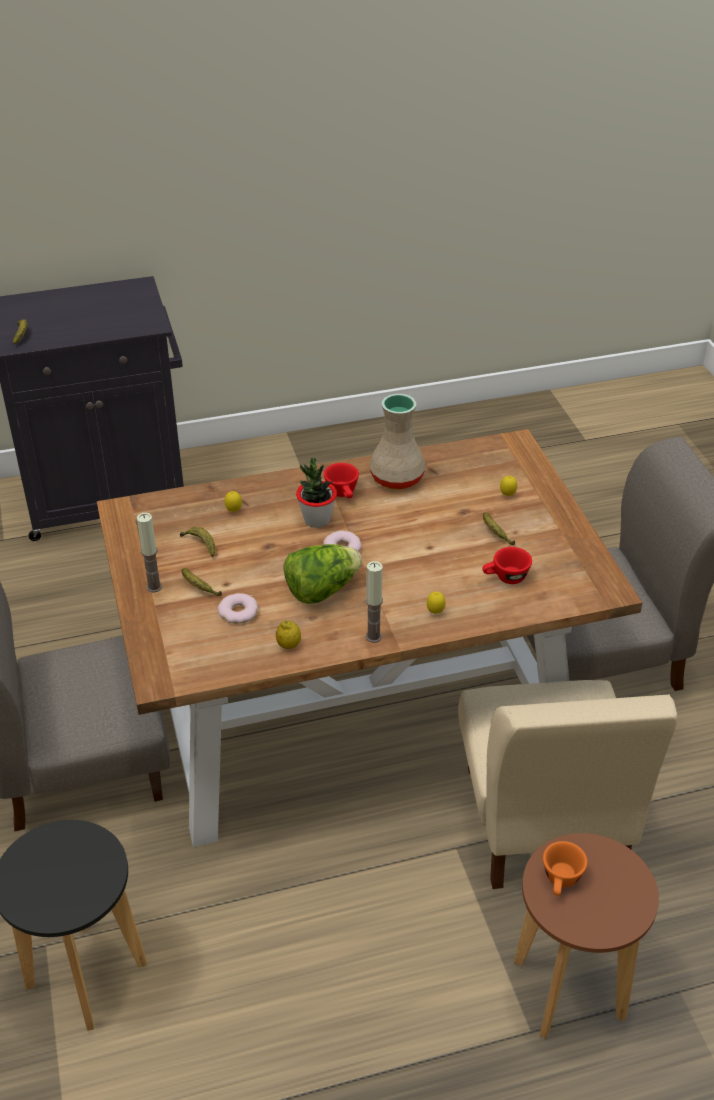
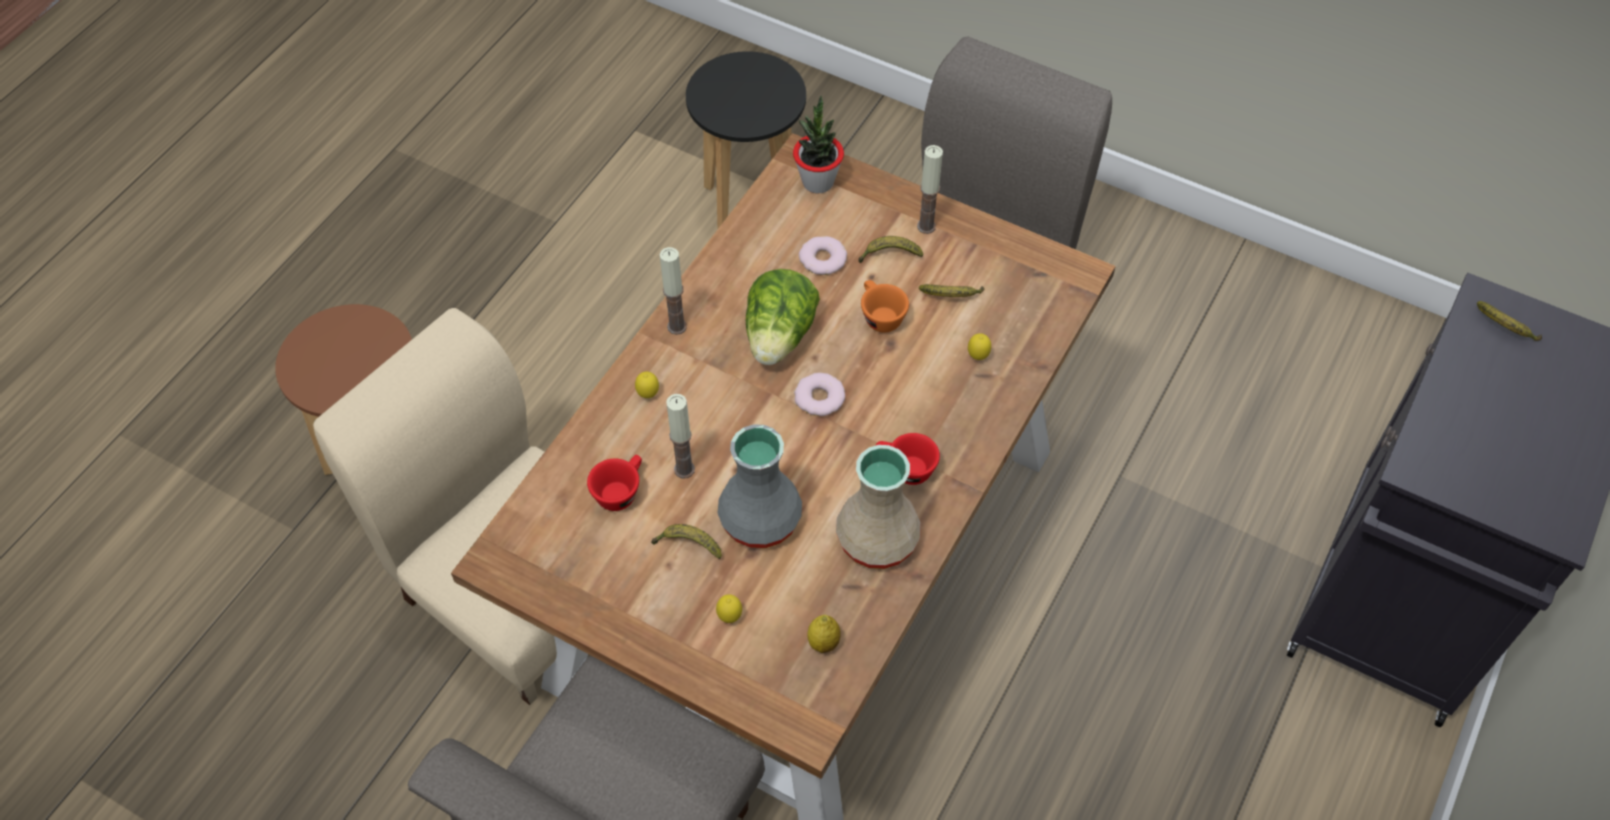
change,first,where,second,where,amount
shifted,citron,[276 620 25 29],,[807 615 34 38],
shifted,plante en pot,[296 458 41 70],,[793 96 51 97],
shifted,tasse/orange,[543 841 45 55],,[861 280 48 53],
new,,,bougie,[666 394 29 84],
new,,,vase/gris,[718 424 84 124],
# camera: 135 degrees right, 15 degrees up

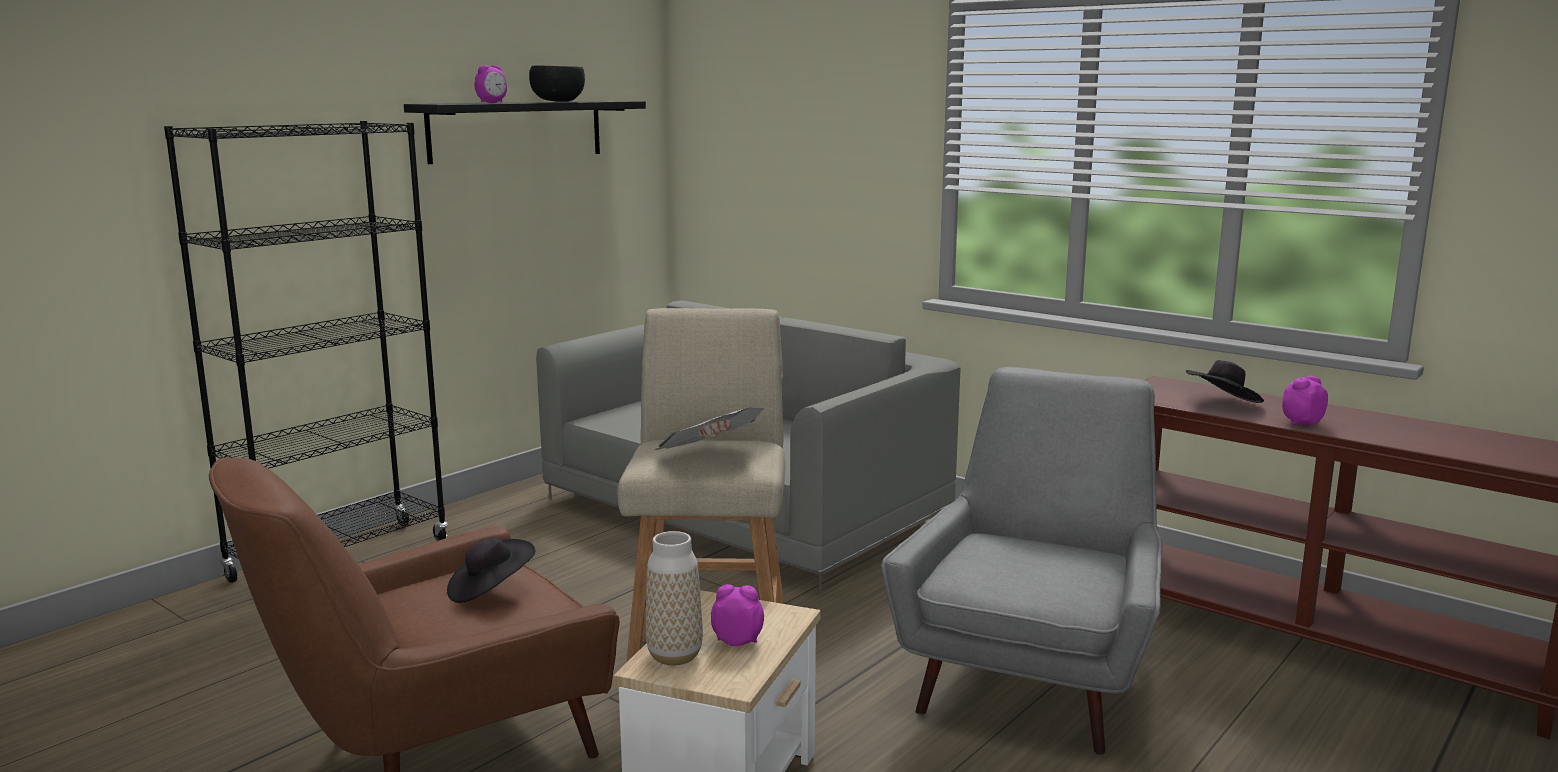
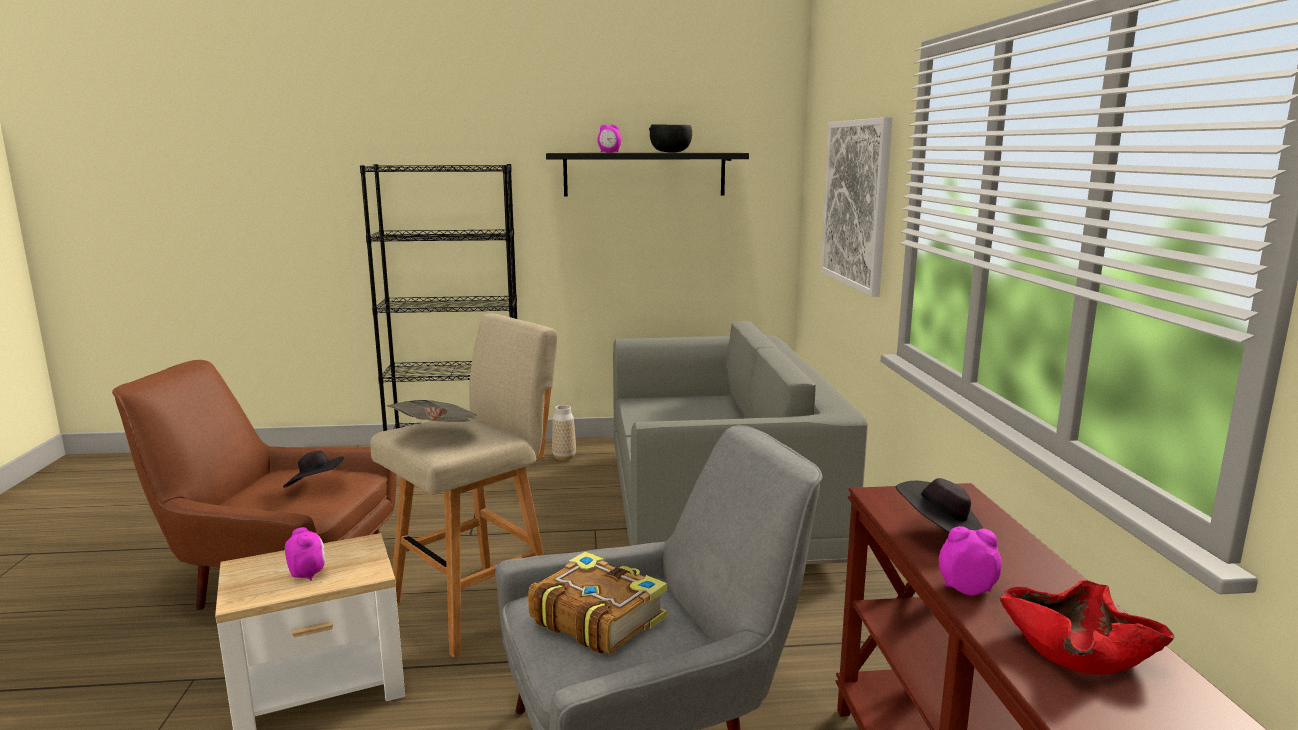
change,first,where,second,where,amount
shifted,vase,[646 531 57 134],,[552 405 24 56],
new,,,livre,[528 551 139 103],
new,,,tableau,[821 117 71 180],
new,,,bol/rouge,[1000 580 174 94],
# camera: 45 degrees right, 0 degrees up

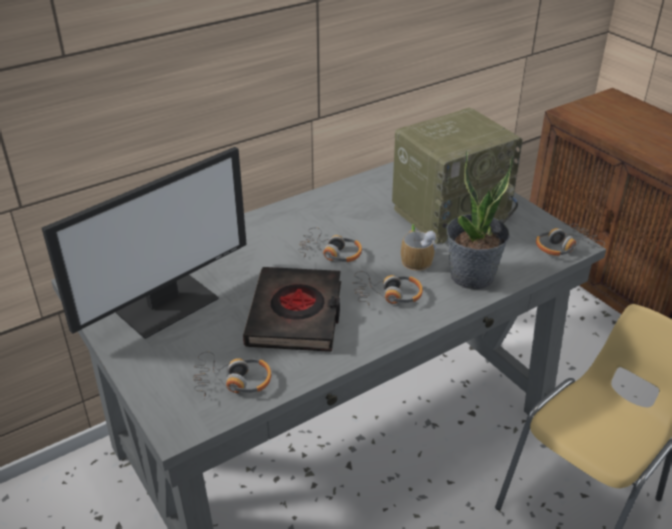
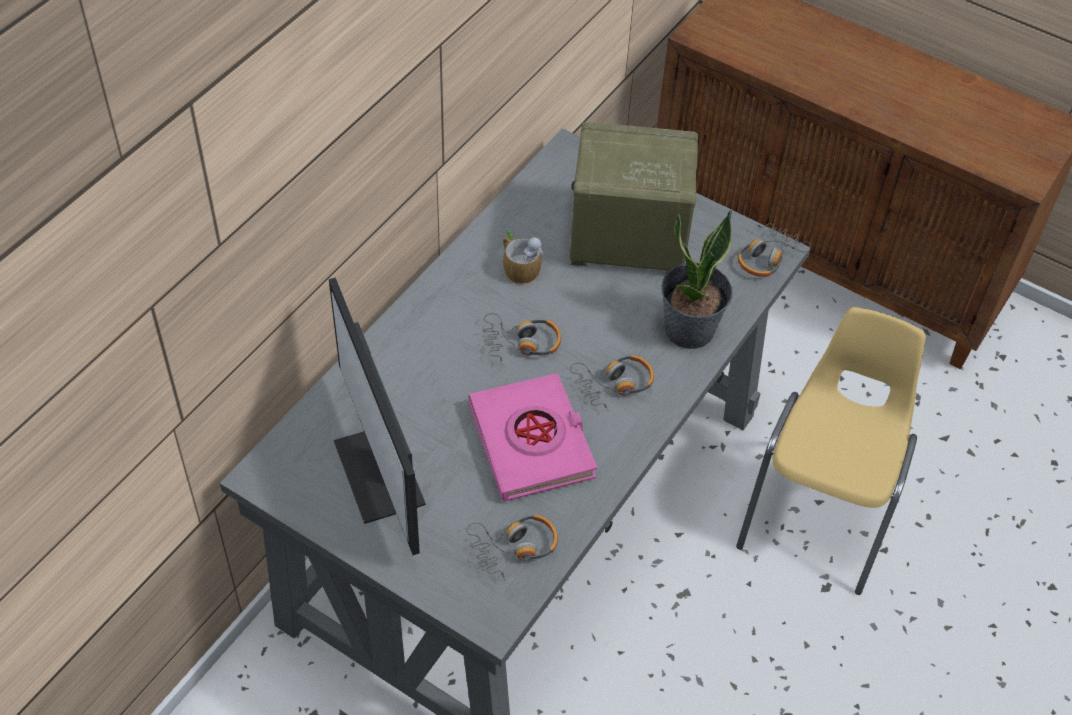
change,first,where,second,where,amount
rotated,écran d'ordinateur,[42 147 205 192],,[329 278 97 277],135 degrees clockwise
repainted,livre/noir,[243 267 98 85],livre/rose,[468 373 129 128],
rotated,radio,[392 108 131 136],,[570 122 128 152],120 degrees counterclockwise
shifted,mug,[401 224 36 47],,[503 230 40 55],
# camera: 25 degrees left, 15 degrees up

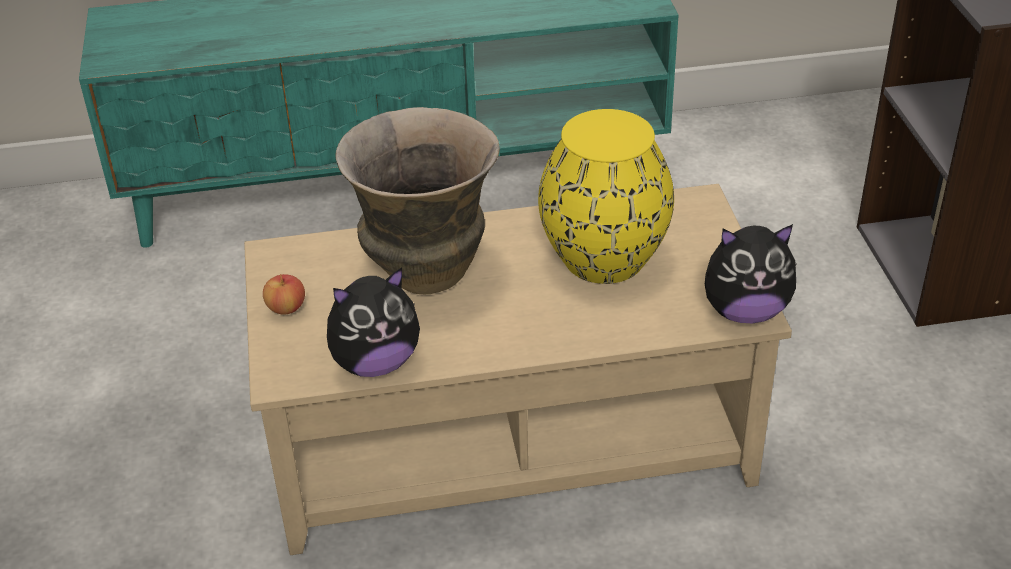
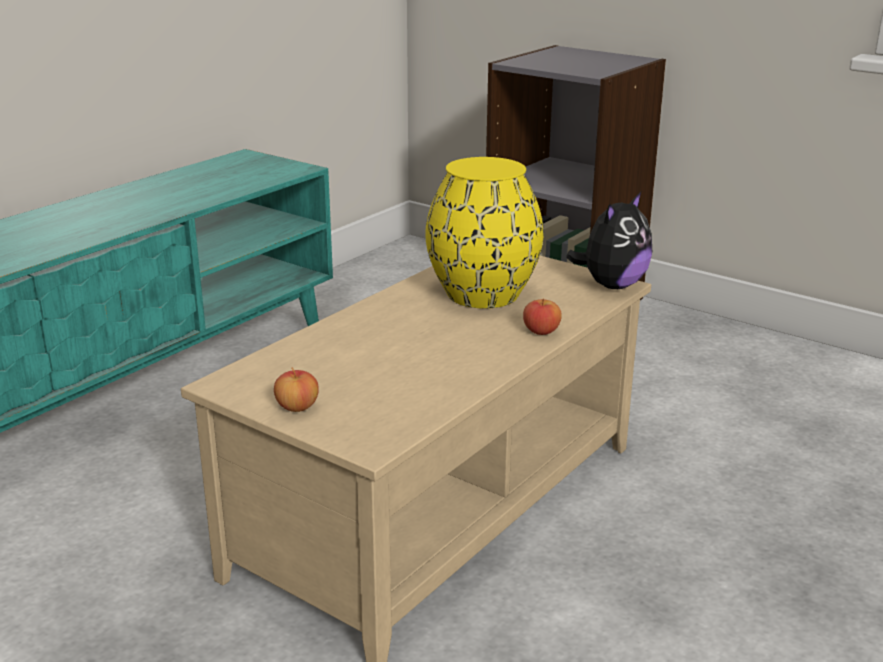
change,first,where,second,where,amount
gone,peluche,[327 267 93 110],,,
gone,vase,[336 107 164 187],,,
new,,,pomme,[523 298 39 37],
# camera: 45 degrees left, 15 degrees down

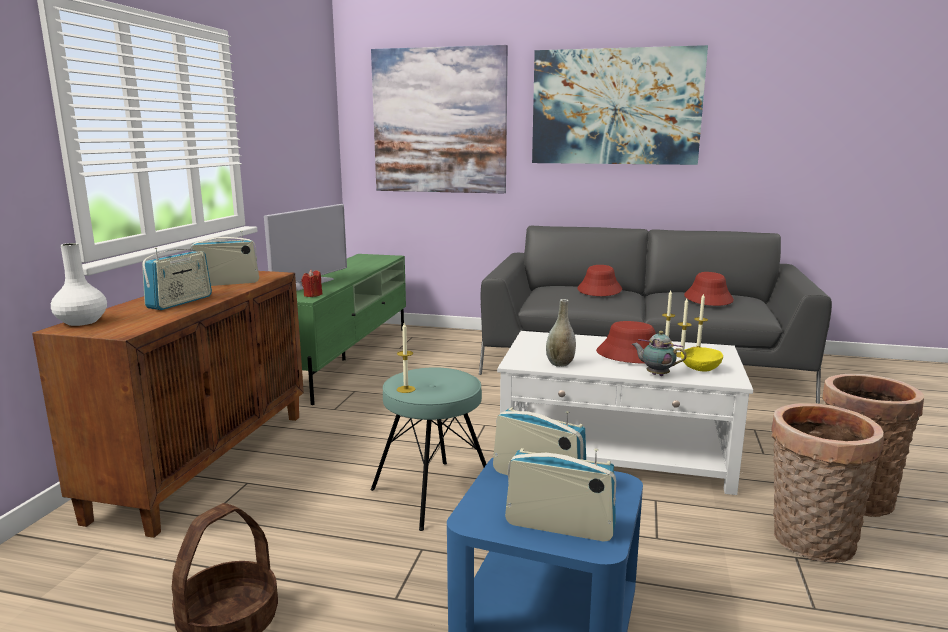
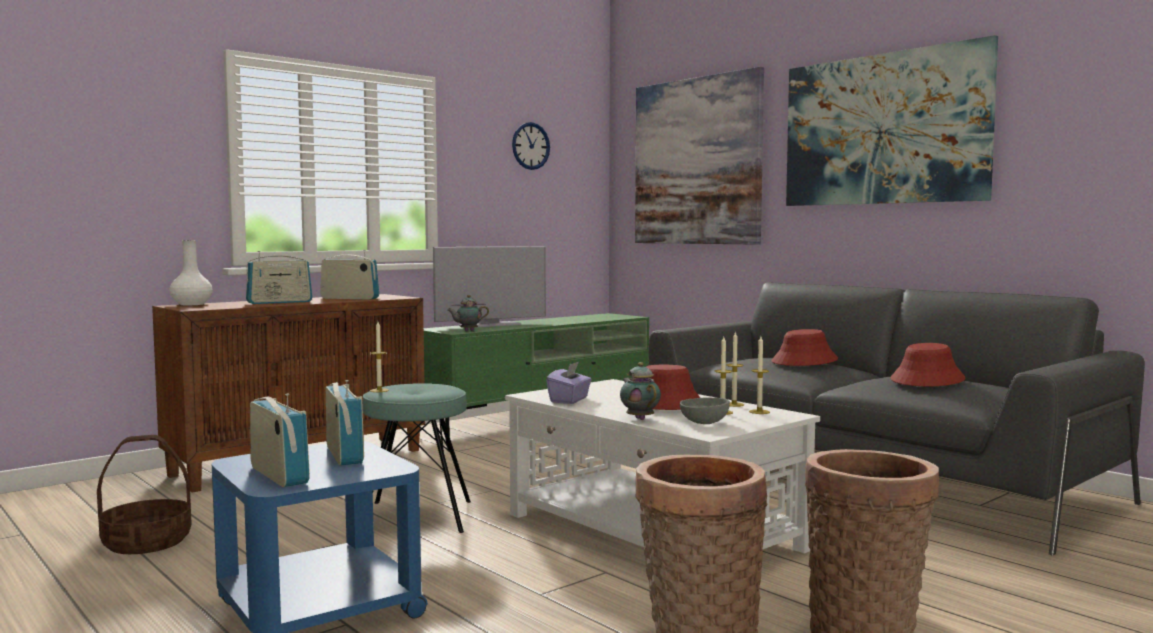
change,first,where,second,where,amount
swapped,bougie/rouge,[301 270 21 27],théière,[447 295 42 36],
swapped,vase/gris,[546 299 30 68],boîte à mouchoirs/violet,[546 362 46 42],
repainted,bol/jaune,[681 347 42 24],bol/gris,[680 397 50 27],
new,,,horloge murale,[512 122 38 48],
# camera: 35 degrees right, 10 degrees down

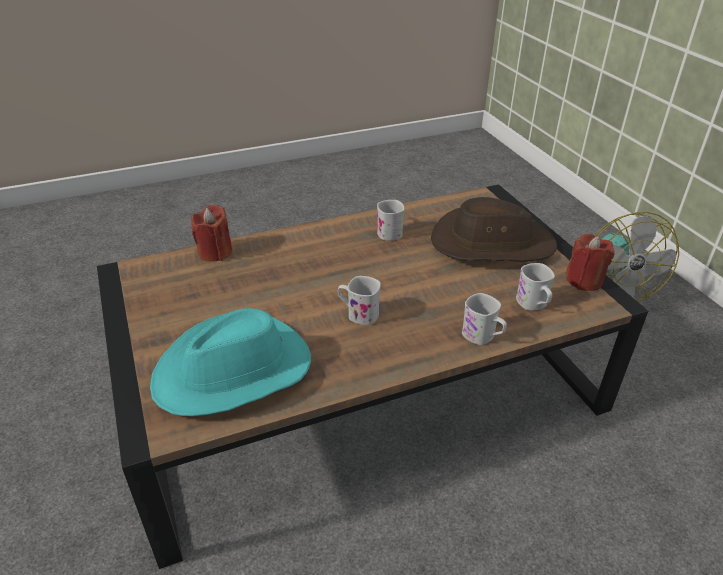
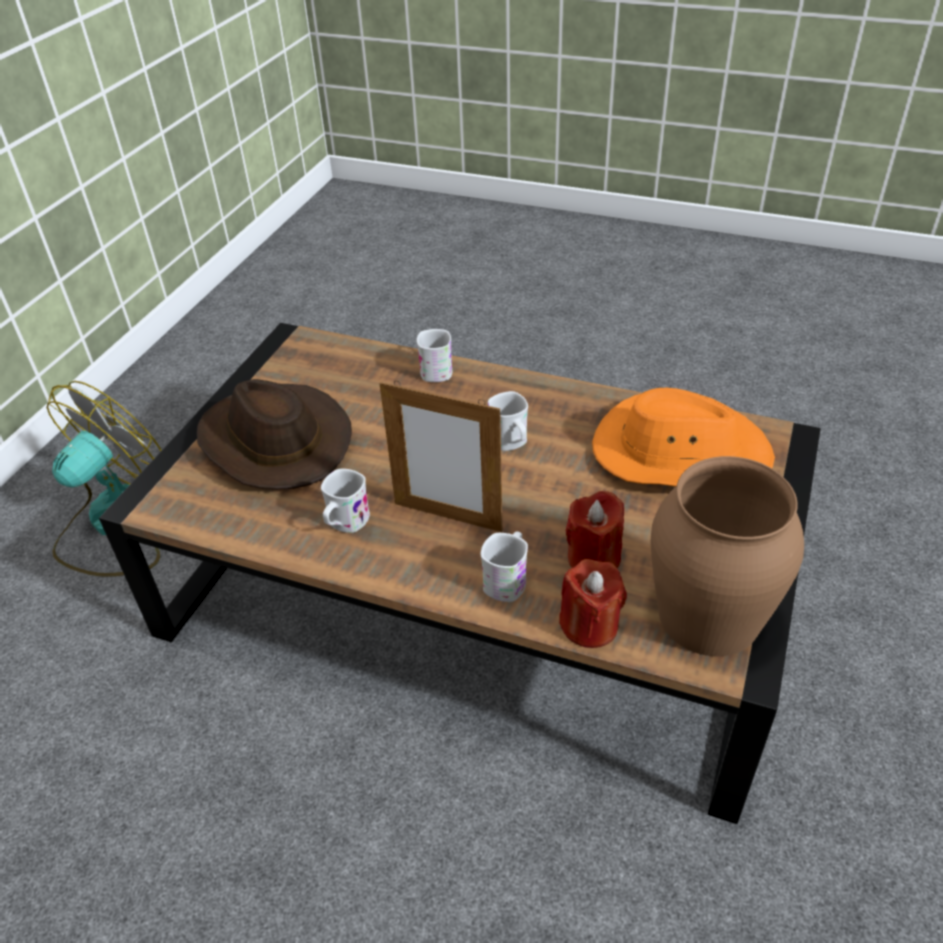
change,first,where,second,where,amount
repainted,chapeau/turquoise,[150 308 161 108],chapeau/orange,[592 388 183 99],
shifted,mug/blanc,[516 263 39 48],,[480 531 48 71],
shifted,bougie/rouge,[566 234 48 57],,[566 491 58 77],
new,,,cadre photo,[379 381 123 151],
new,,,vase/marron,[651 456 153 200],
# camera: 135 degrees left, 5 degrees up

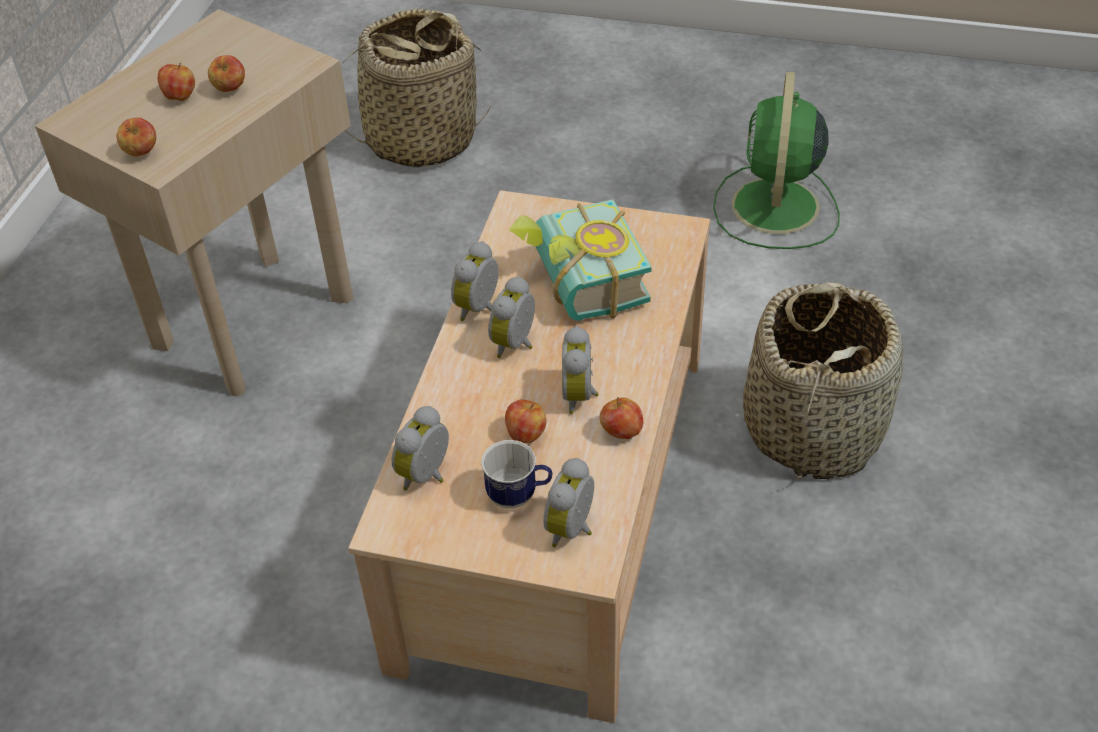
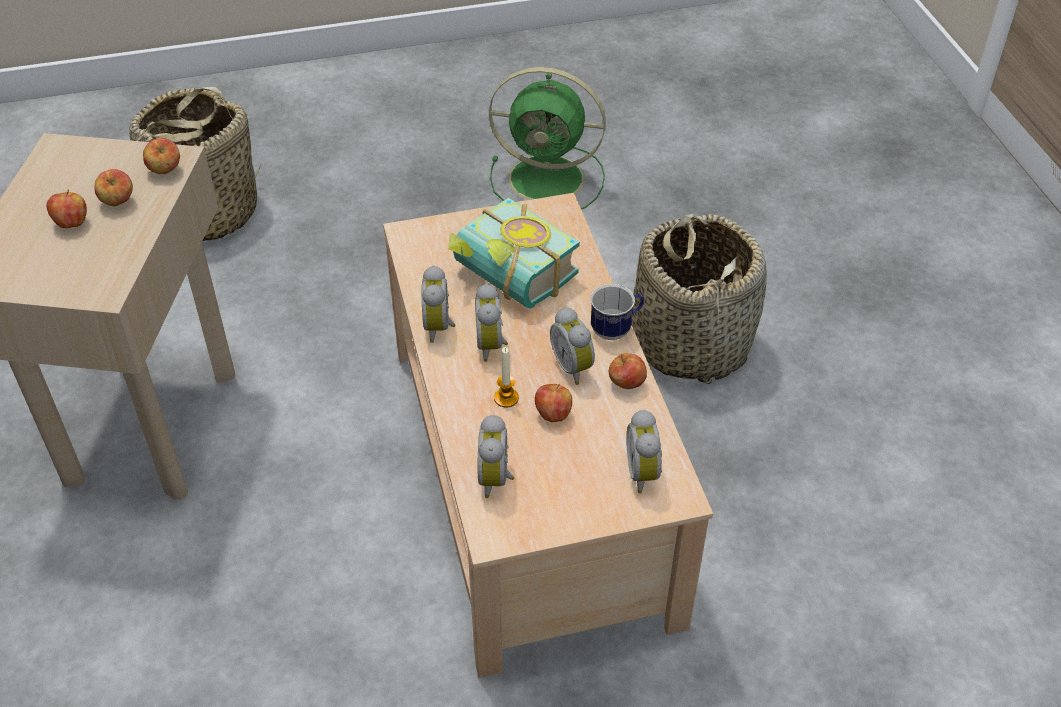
change,first,where,second,where,amount
shifted,pomme,[117 117 39 40],,[143 138 37 36],
shifted,mug,[481 440 71 68],,[590 284 55 56],
rotated,ventilateur/vert,[713 72 127 177],,[489 67 117 142],60 degrees counterclockwise
new,,,bougie,[494 347 25 60],
# camera: 30 degrees left, 0 degrees up

